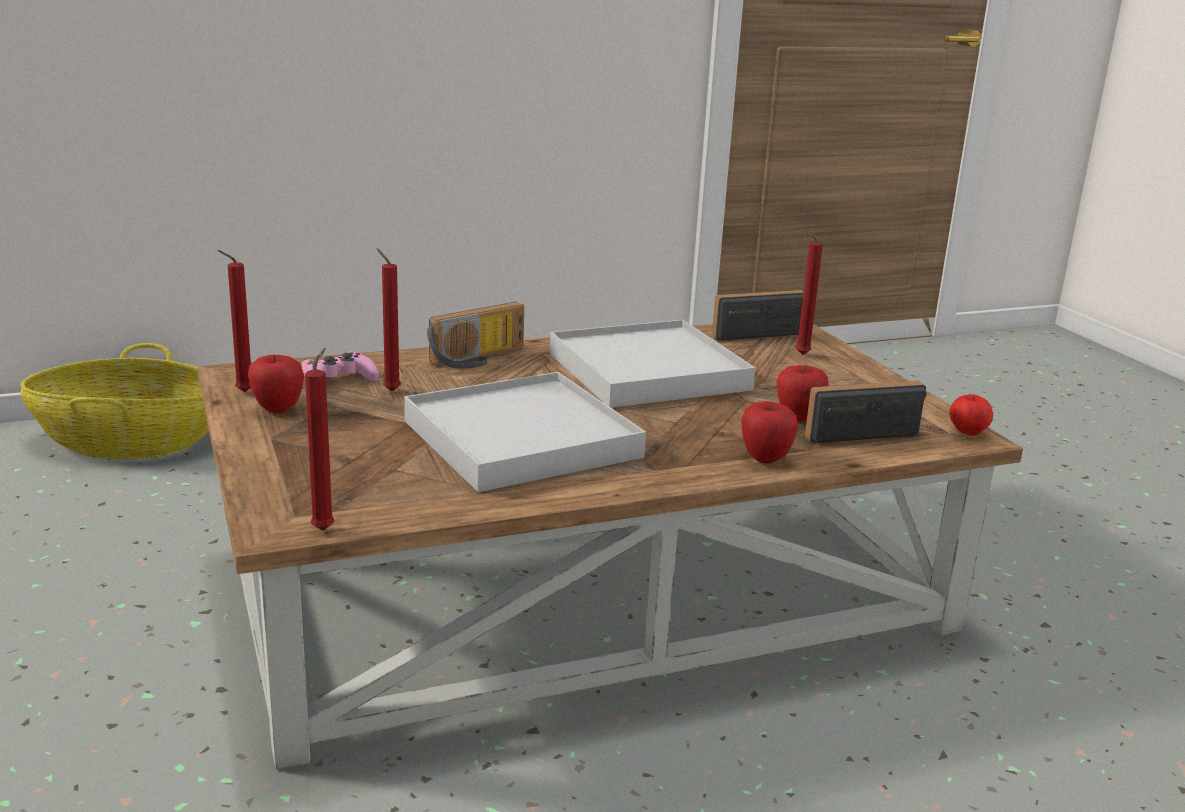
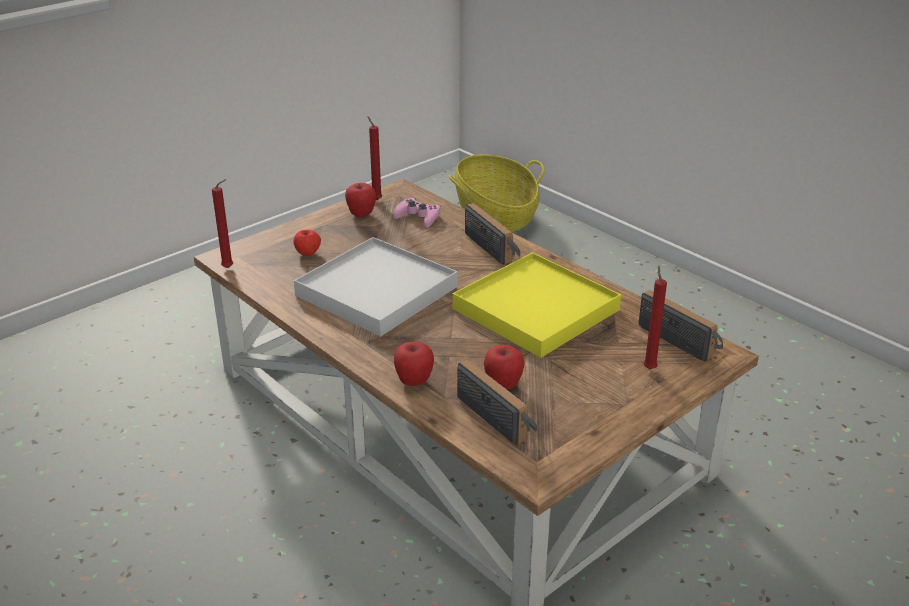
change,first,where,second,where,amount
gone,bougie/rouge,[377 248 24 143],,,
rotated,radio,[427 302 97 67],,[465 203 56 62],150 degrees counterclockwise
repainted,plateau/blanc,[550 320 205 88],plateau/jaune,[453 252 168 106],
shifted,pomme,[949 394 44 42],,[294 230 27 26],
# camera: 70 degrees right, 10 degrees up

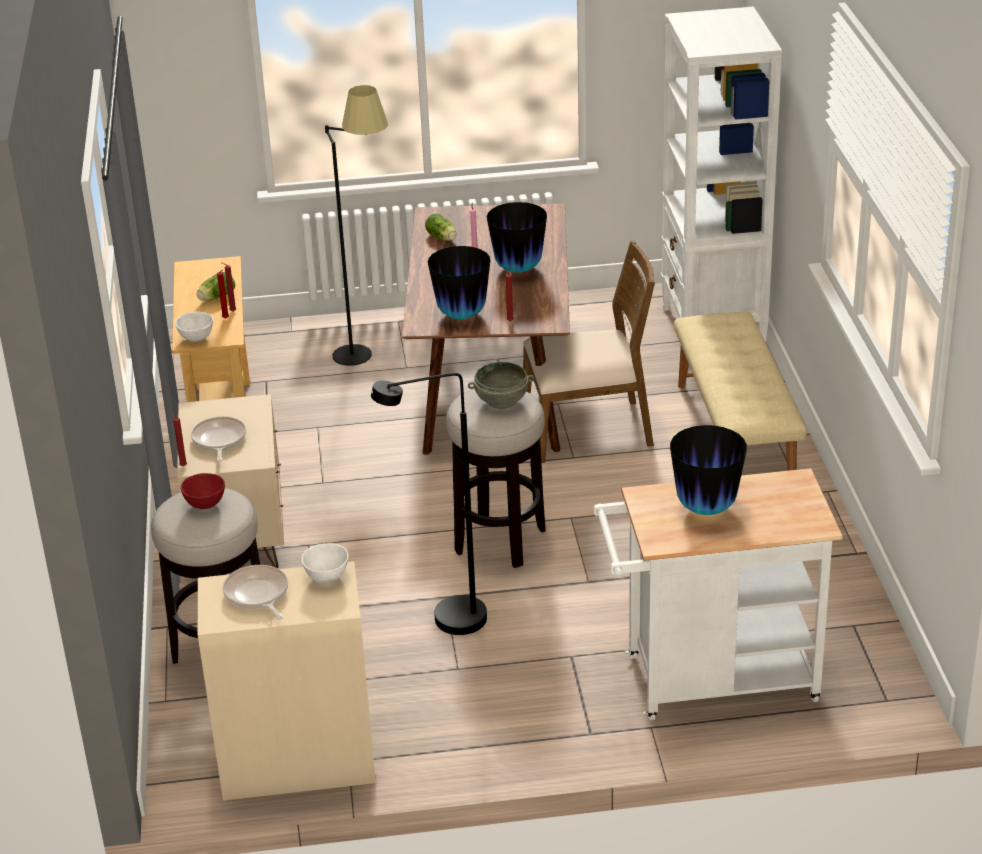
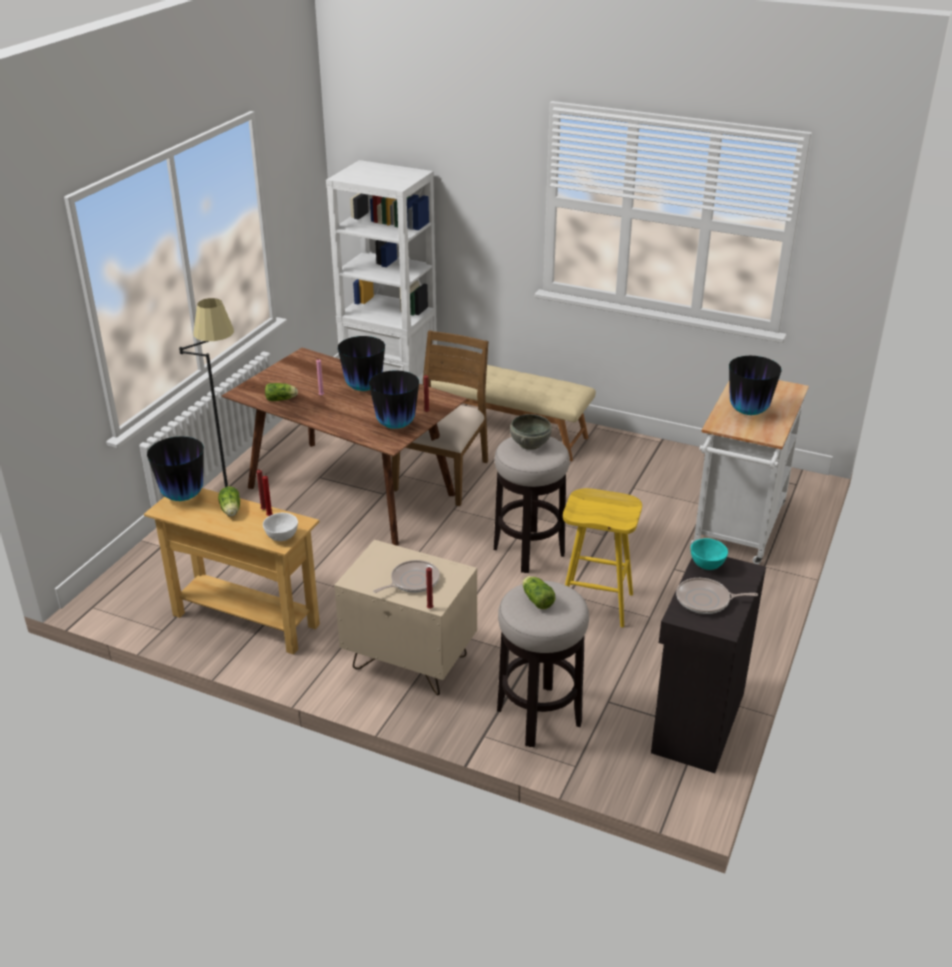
change,first,where,second,where,amount
swapped,bol/rouge,[180 473 45 36],laitue,[522 576 33 33],
rotated,poêle,[191 417 55 45],,[373 560 67 33],120 degrees clockwise
repainted,meuble de rangement/beige,[198 561 178 240],meuble de rangement/noir,[651 557 115 216],
repainted,bol/blanc,[301 543 47 40],bol/turquoise,[691 538 37 32],
swapped,lampadaire/noir,[371 373 116 262],tabouret/jaune,[563 488 79 140],
new,,,vase,[147 436 57 65],
# camera: 60 degrees left, 0 degrees up

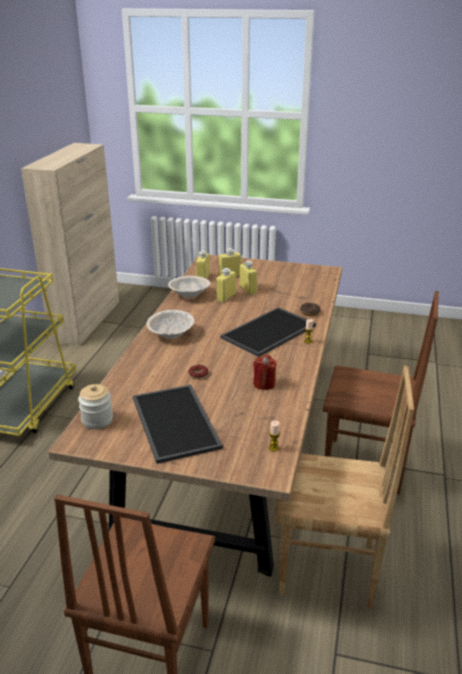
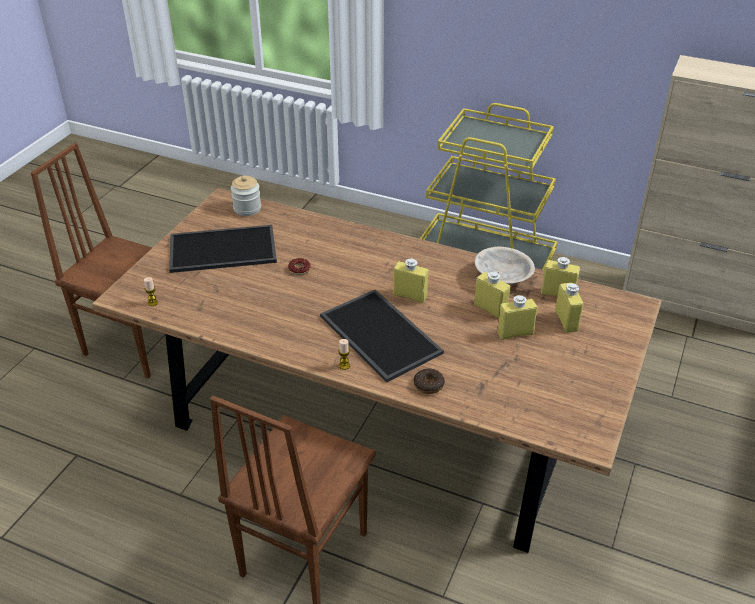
change,first,where,second,where,amount
gone,bol/beige,[146 310 49 29],,,
gone,bougie/rouge,[253 355 24 35],,,
gone,chaise/marron,[275 366 139 243],,,
new,,,bouteille/jaune,[393 259 36 44],
# camera: 100 degrees right, 10 degrees up

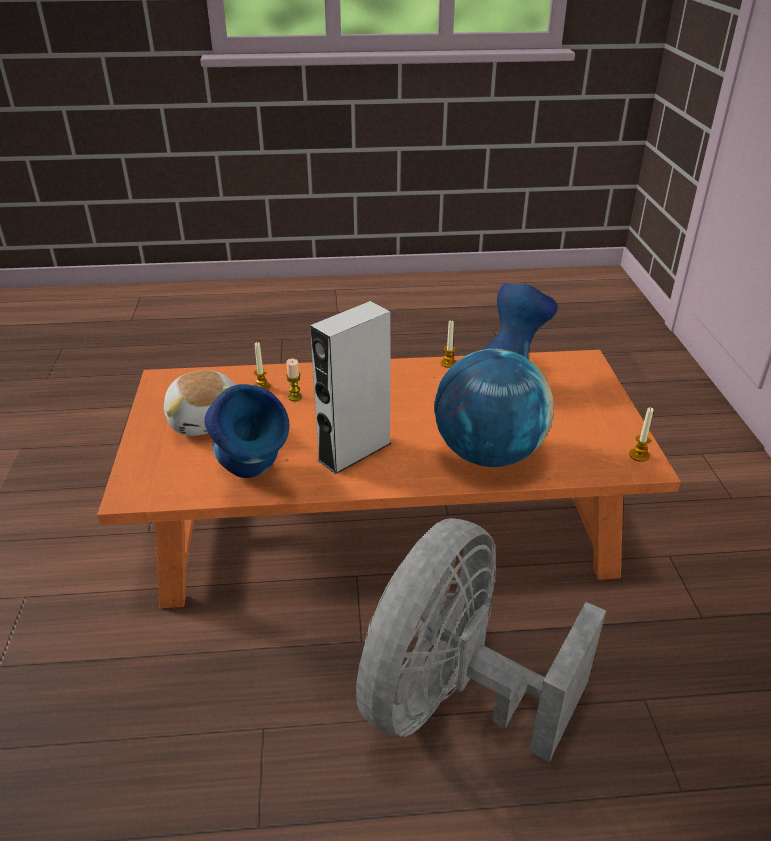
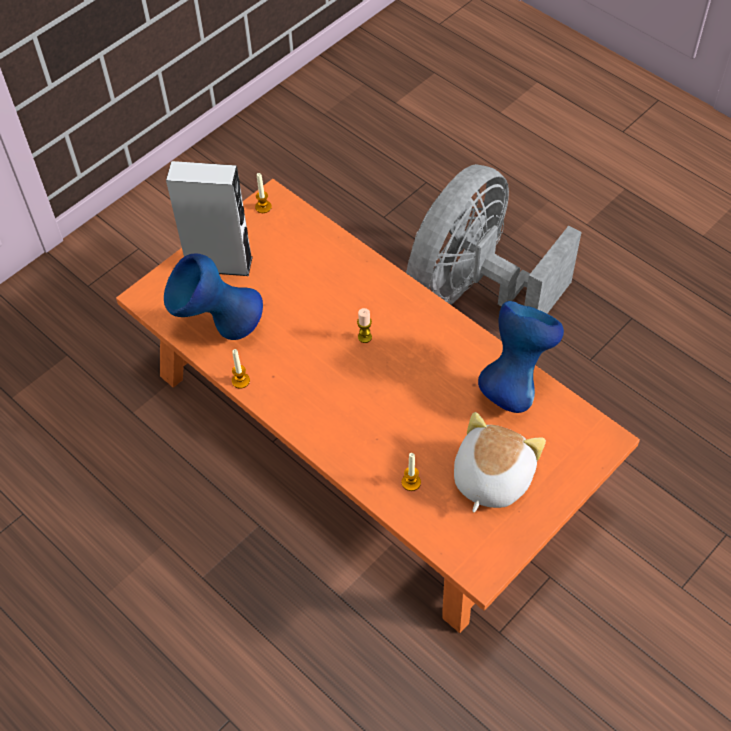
change,first,where,second,where,amount
shifted,bougie,[286 359 16 42],,[357 308 15 35],
shifted,enceinte/gris,[310 301 82 173],,[166 161 87 115],
rotated,ventilateur/gris,[356 518 250 244],,[406 164 176 150],135 degrees clockwise
gone,globe,[434 349 120 118],,,
# camera: 130 degrees left, 20 degrees up

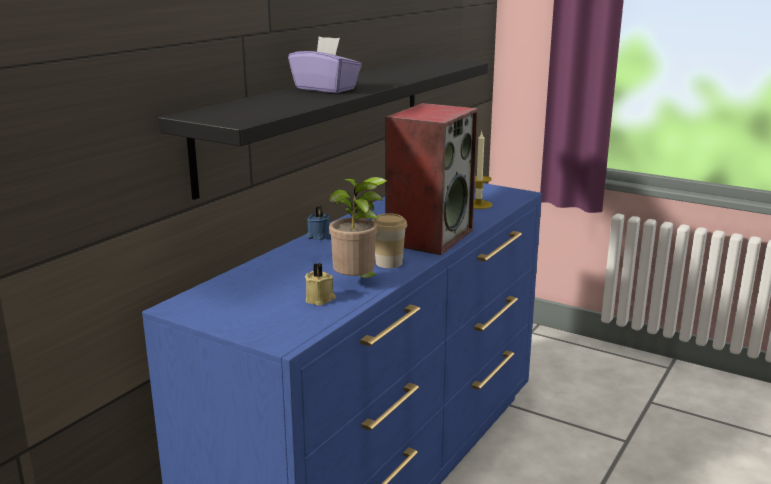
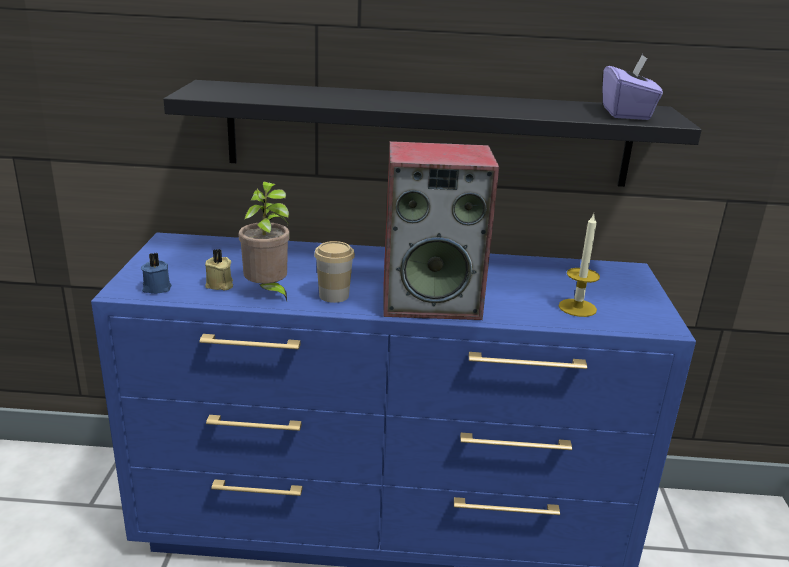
change,first,where,second,where,amount
shifted,boîte à mouchoirs/violet,[288 36 74 57],,[602 54 61 66],
shifted,bougie/bleu,[306 206 24 34],,[141 253 31 41],
# camera: 60 degrees right, 5 degrees up

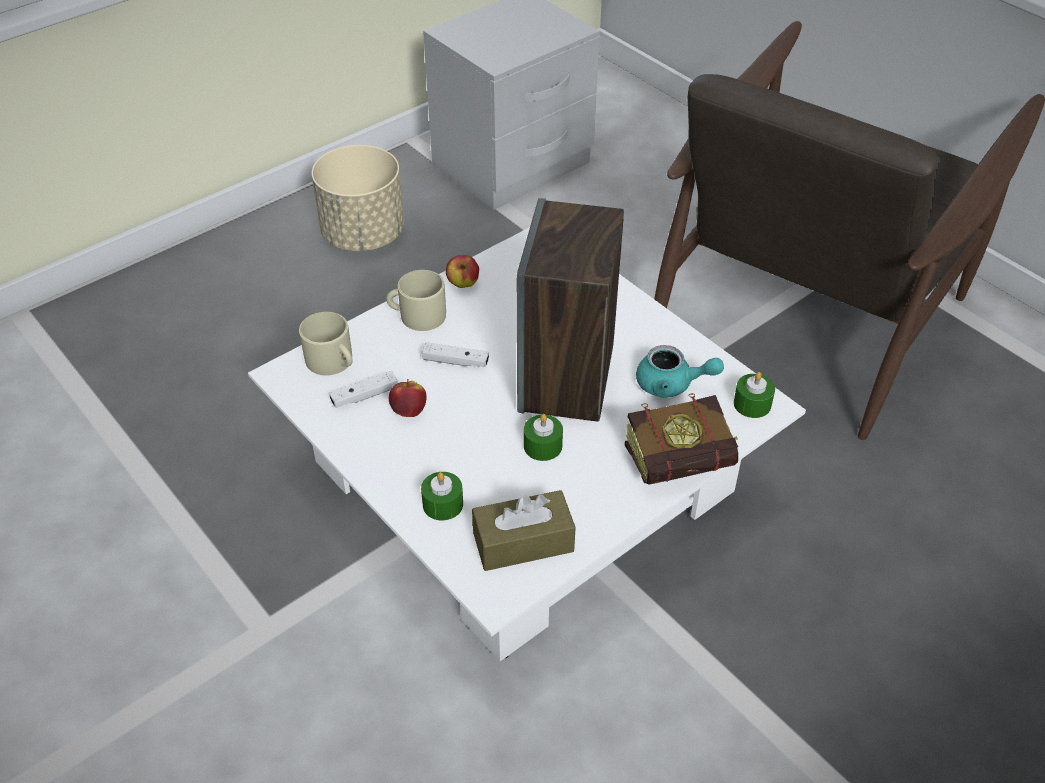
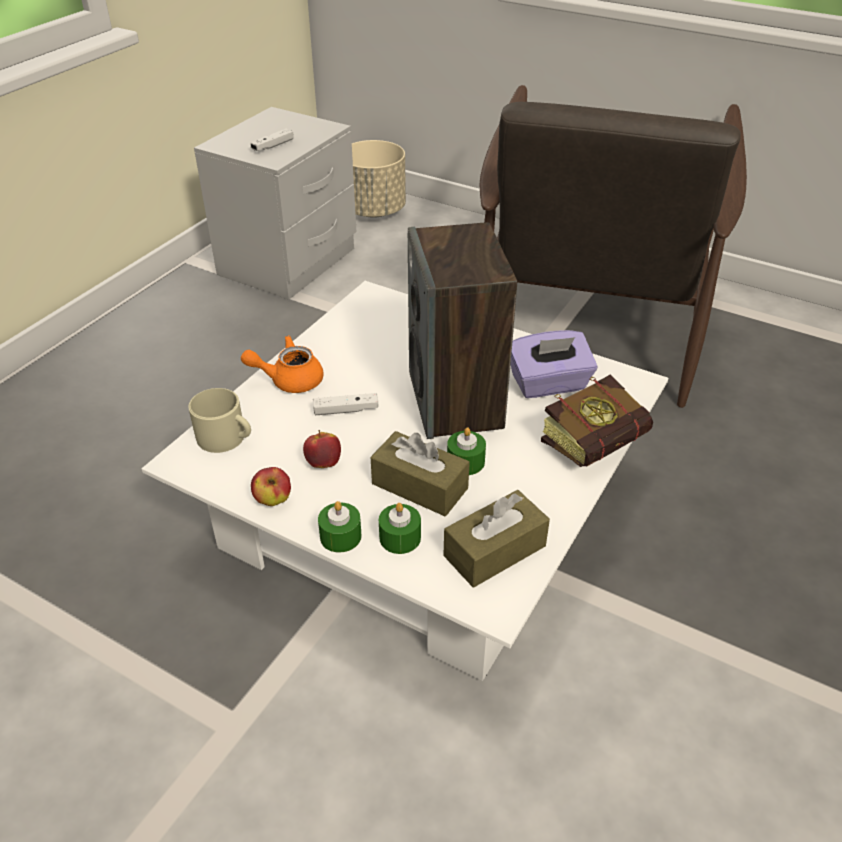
change,first,where,second,where,amount
shifted,cache-pot/beige,[312 145 92 106],,[352 140 54 78],
shifted,manette/blanc,[329 371 69 37],,[250 129 44 22],
swapped,mug/beige,[386 270 60 61],théière/orange,[241 336 83 57],
shifted,pomme,[446 255 33 33],,[251 467 40 39],
swapped,théière/turquoise,[636 345 88 53],boîte à mouchoirs/violet,[511 330 86 68],
shifted,bougie/vert,[734 372 41 46],,[318 501 44 52],
new,,,boîte à mouchoirs/marron,[371 431 99 85],
# camera: 20 degrees left, 5 degrees down

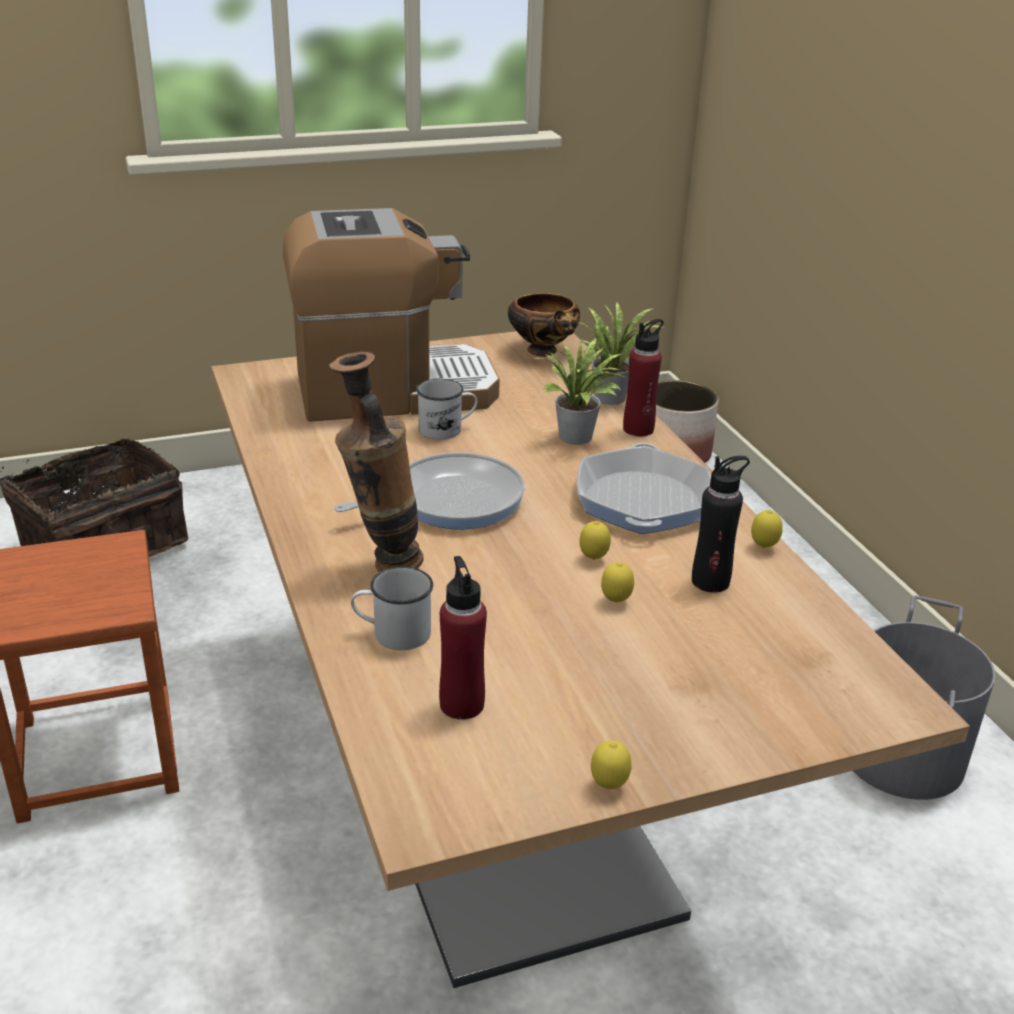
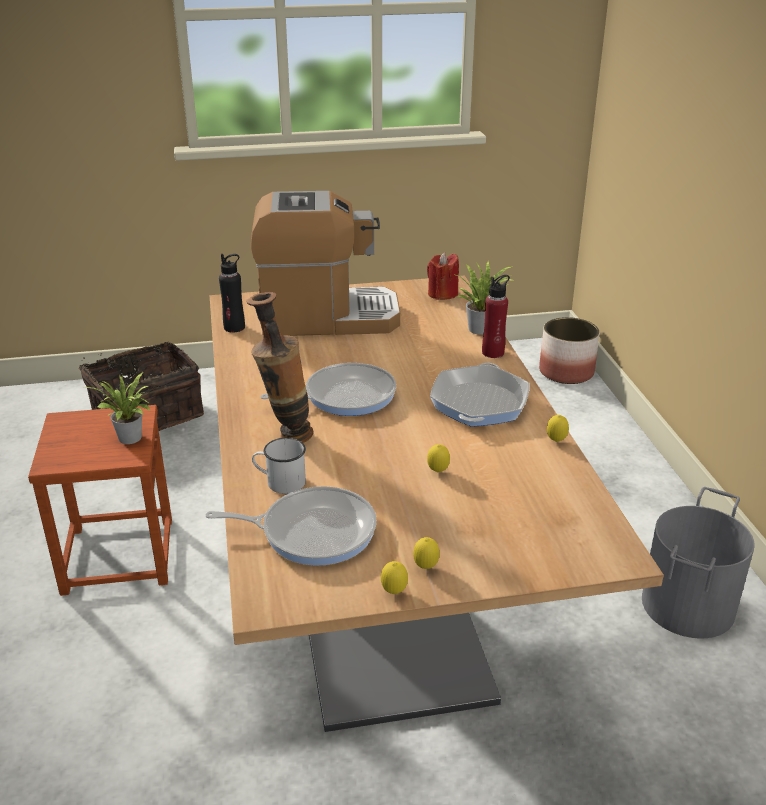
change,first,where,second,where,amount
gone,mug/blanc,[416 378 62 62],,,
swapped,bouteille/rouge,[439 556 48 164],poêle,[205 486 172 80],
swapped,bol,[508 293 72 64],bougie/rouge,[427 252 32 48],
shifted,plante en pot,[535 338 93 107],,[85 372 65 72],
shifted,citron,[579 521 32 39],,[413 537 27 32],
shifted,bouteille/noir,[692 456 58 137],,[219 254 26 78],
# camera: 10 degrees right, 0 degrees up

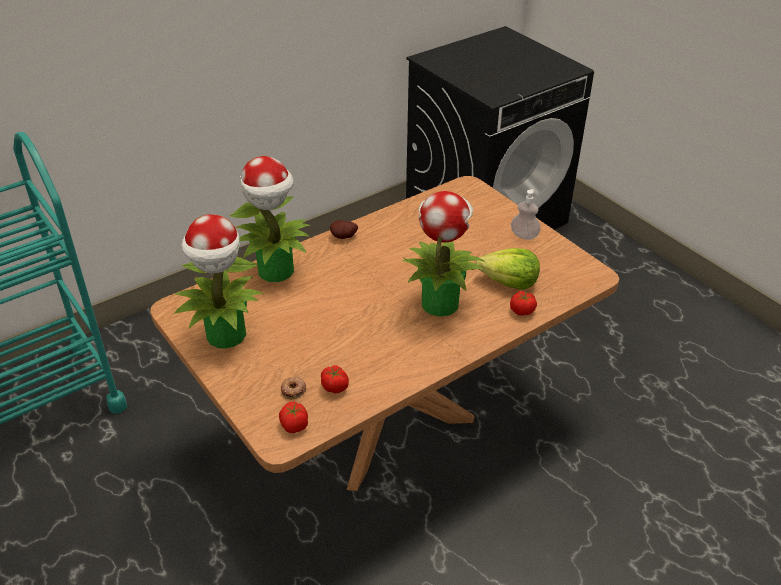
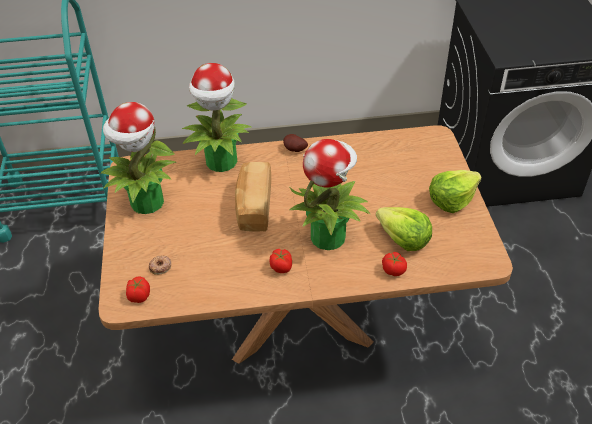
change,first,where,second,where,amount
shifted,tomate,[321 365 28 28],,[269 249 23 24],
swapped,distributeur de savon,[511 189 30 51],laitue,[429 170 53 43],
new,,,pain,[235 162 36 70],
# camera: 30 degrees right, 5 degrees up

